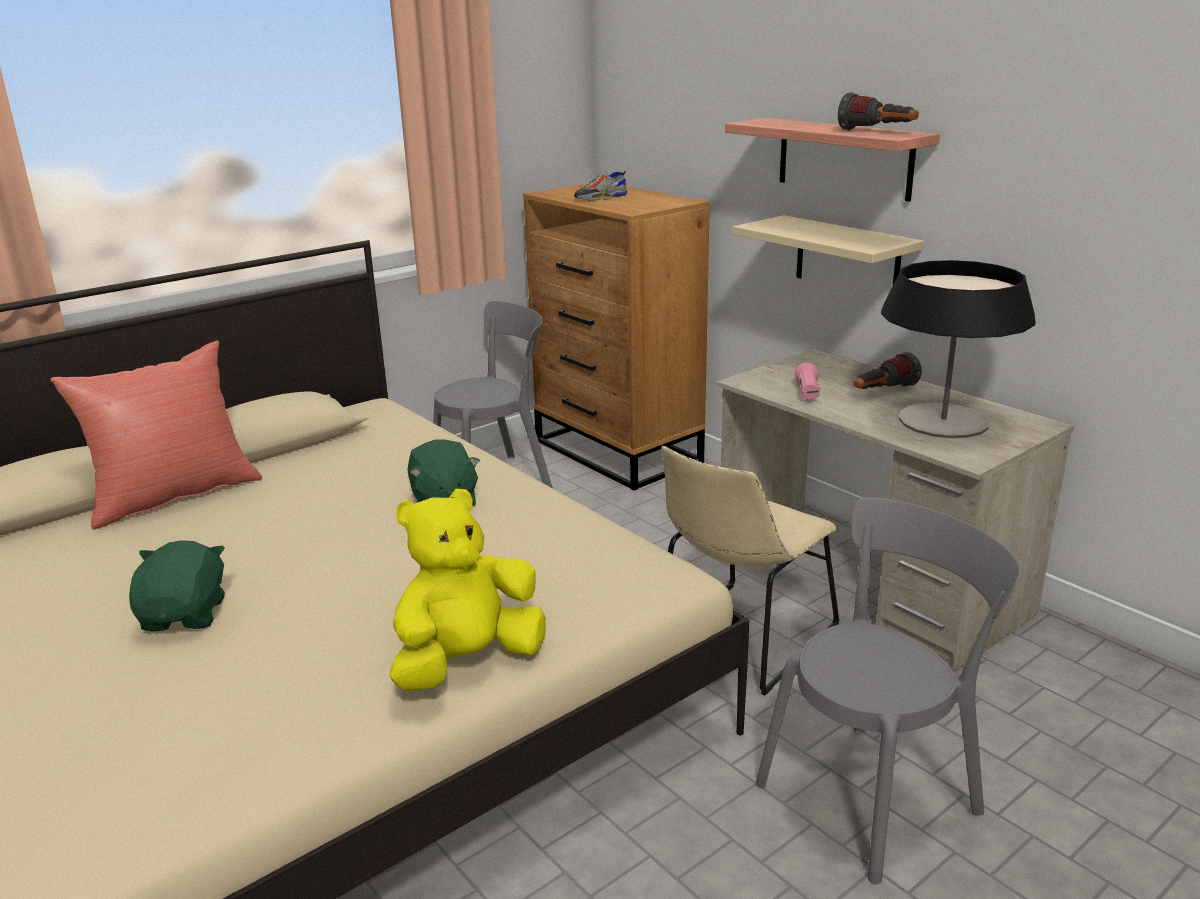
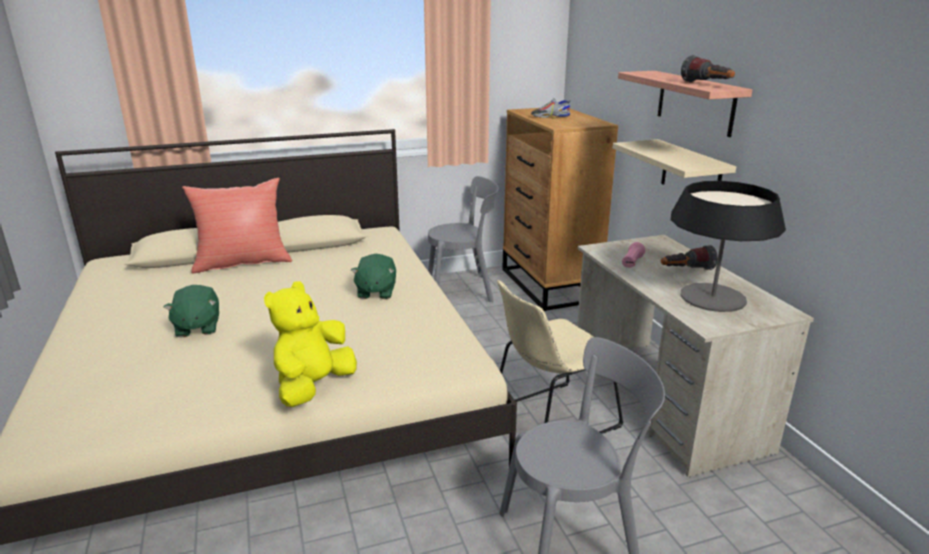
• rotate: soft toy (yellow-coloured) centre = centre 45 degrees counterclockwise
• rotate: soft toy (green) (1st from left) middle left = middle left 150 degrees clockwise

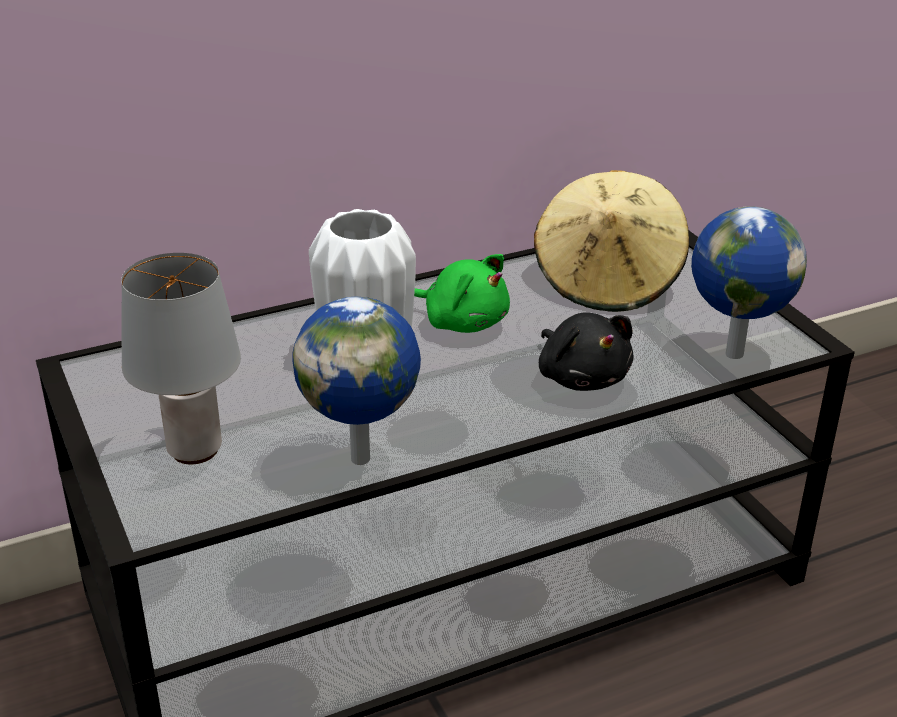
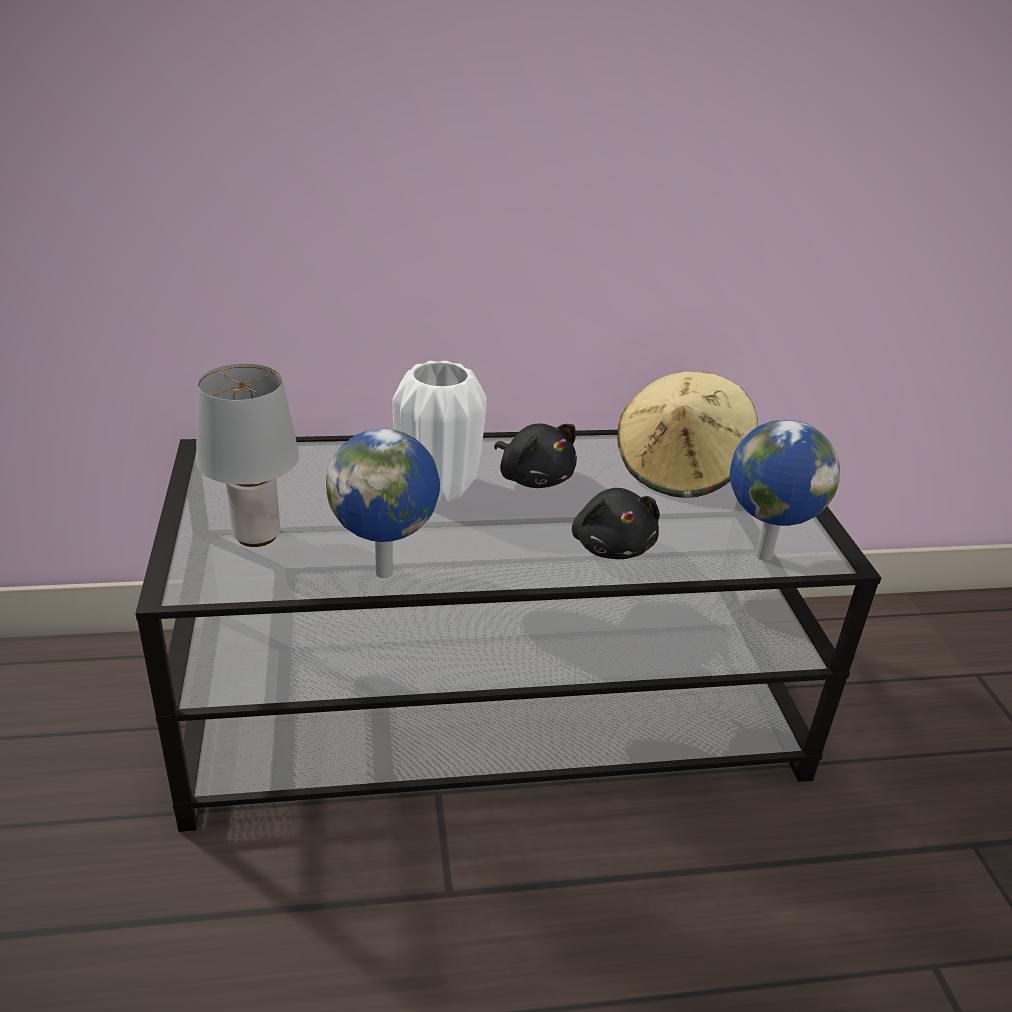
• recolor: soft toy (green) centre to soft toy (black) (1st from left) centre

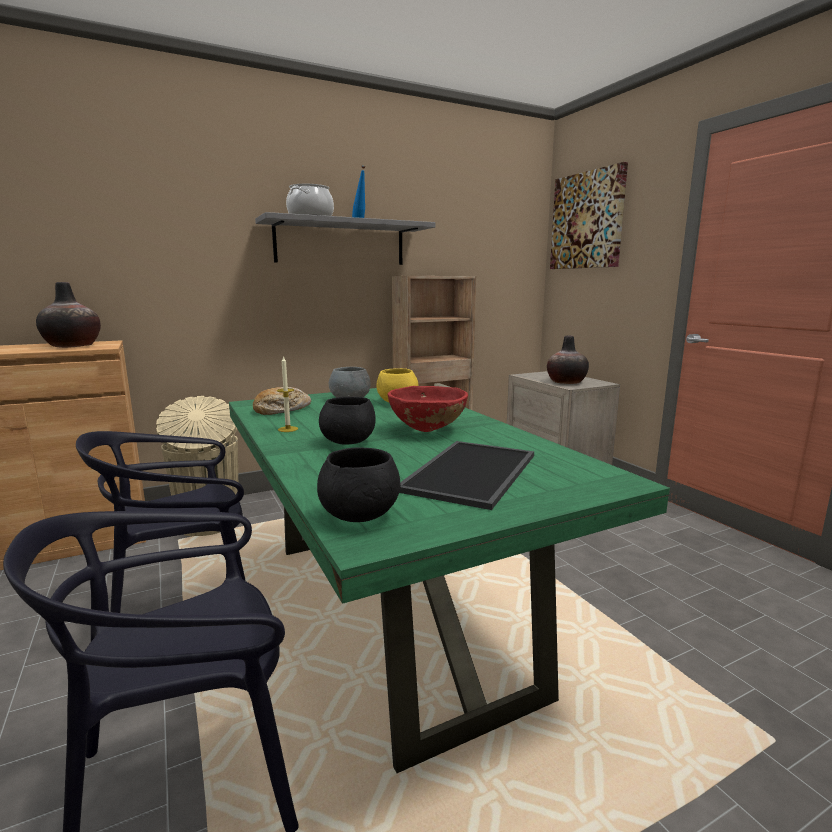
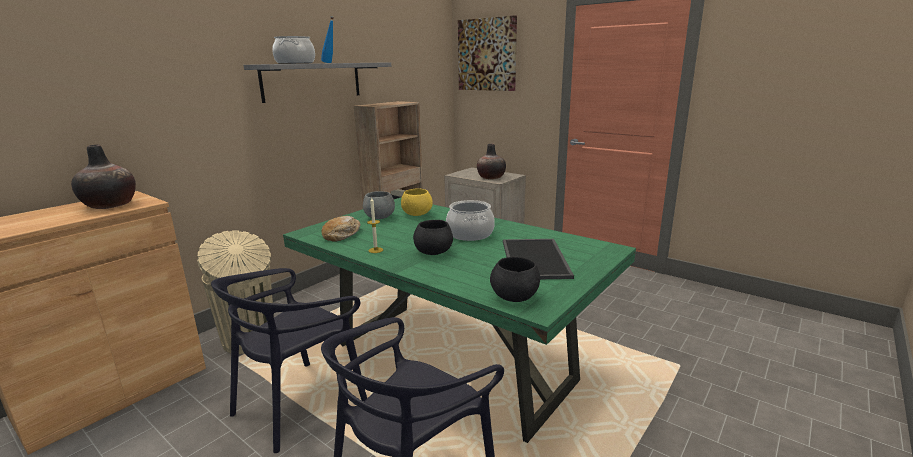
• replace: bowl (red) centre to saucepot (2nd from left) centre

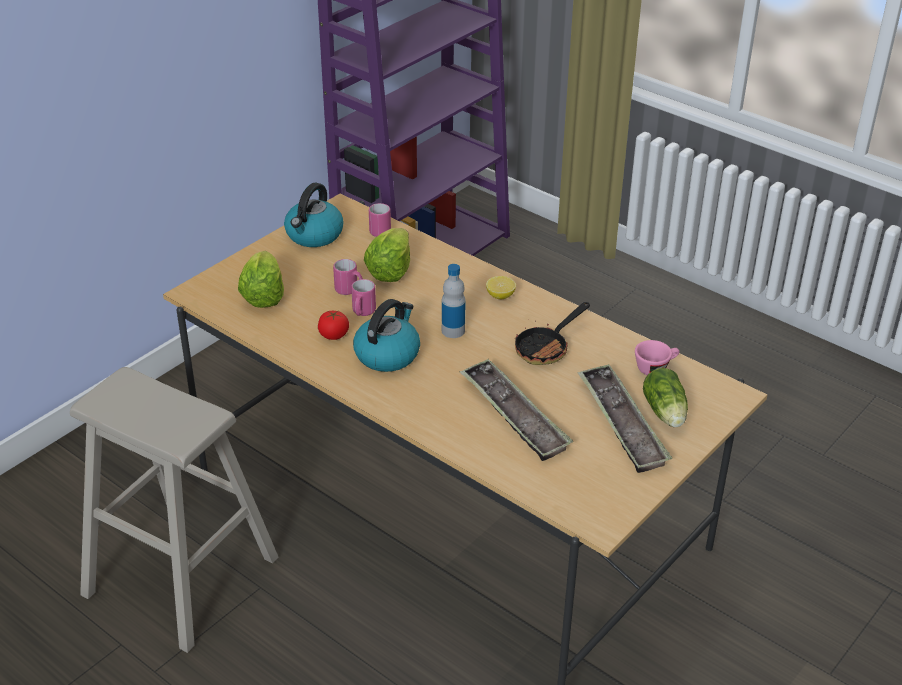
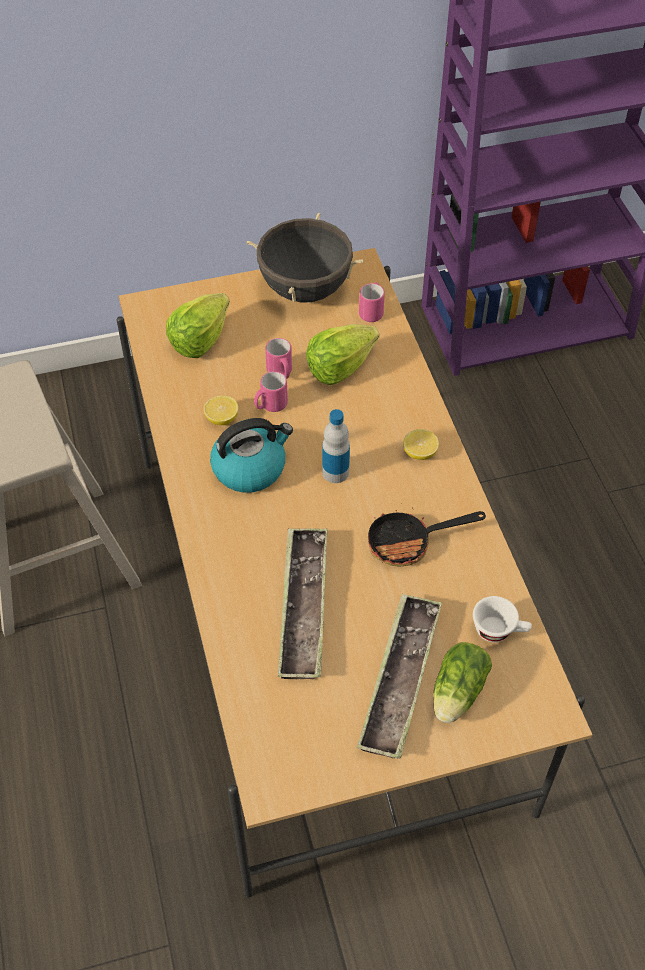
• replace: tea kettle (1st from left) top centre to saucepot (black) top centre
• replace: fresh tomato centre to citrus fruit (1st from left) centre
• recolor: small cup (pink) middle right to small cup (whitish) middle right

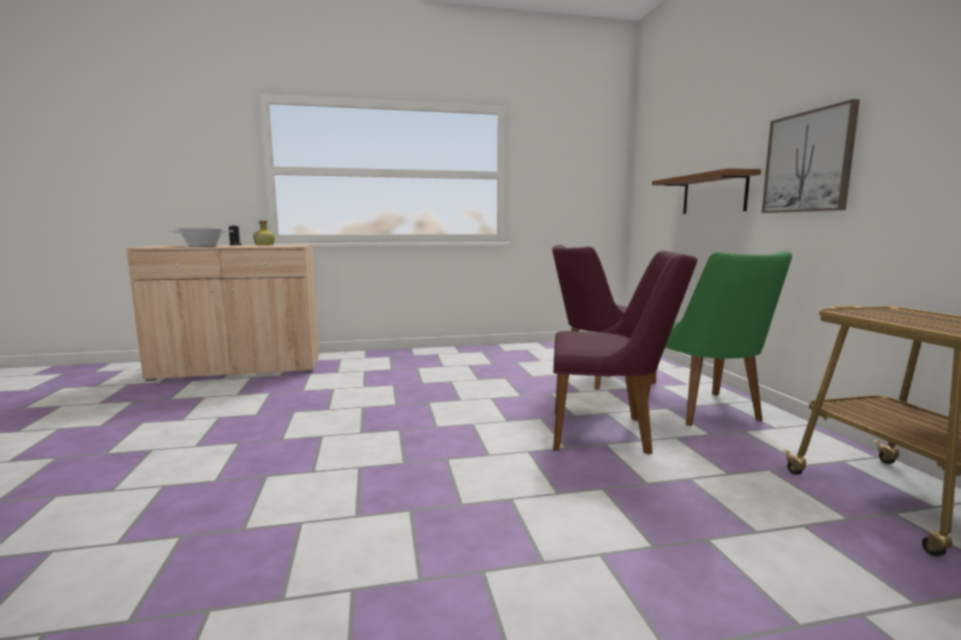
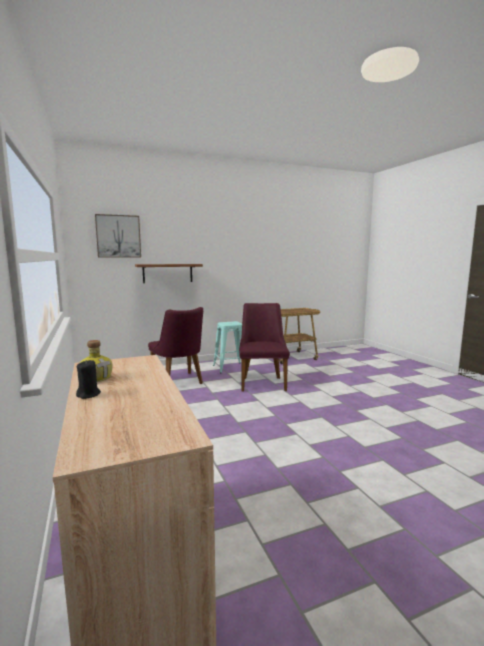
• move: picture top right to middle left
• delete: saucepot middle left
• replace: chair (green) middle right to stool seat (turquoise) centre

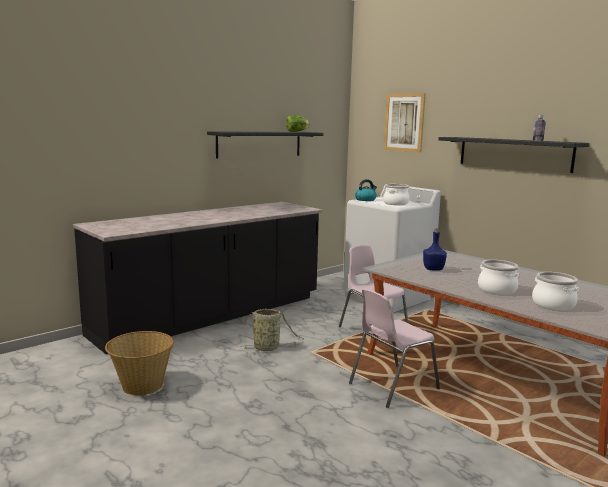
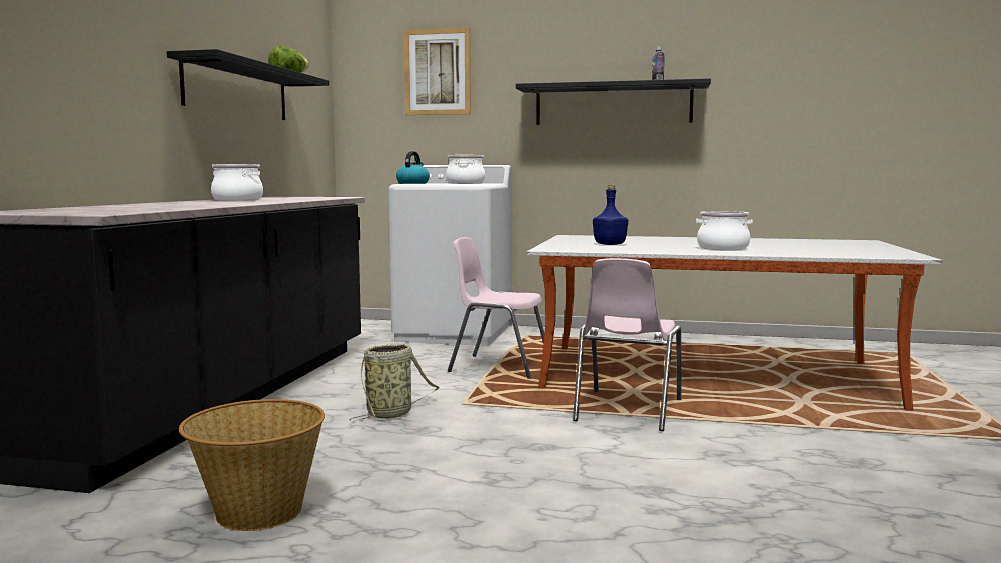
• move: saucepot (3rd from left in the first image) middle right to saucepot (1st from left) top left

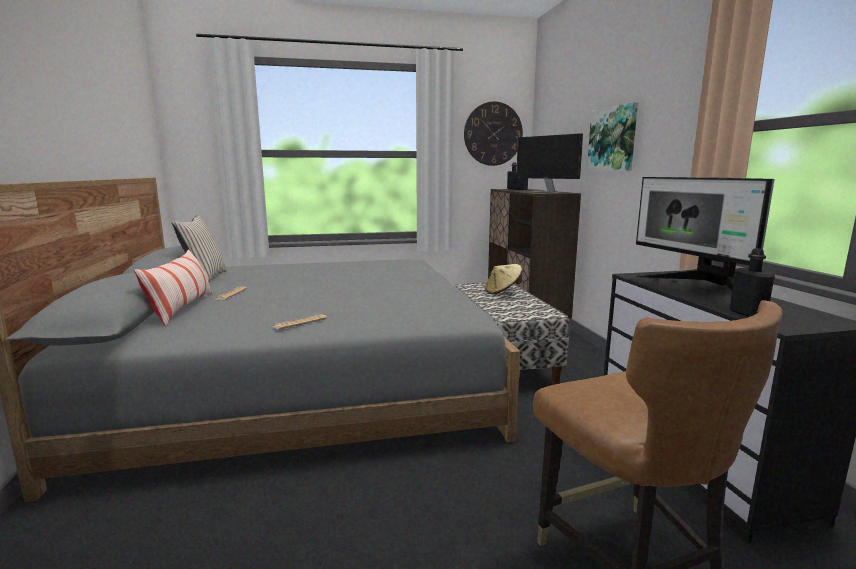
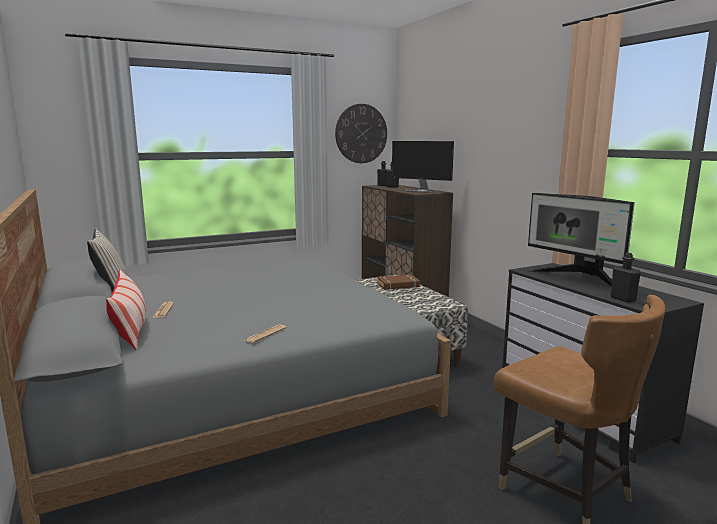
• delete: picture top right
• replace: wearable hat (beige-coloured) centre to book (brown) centre

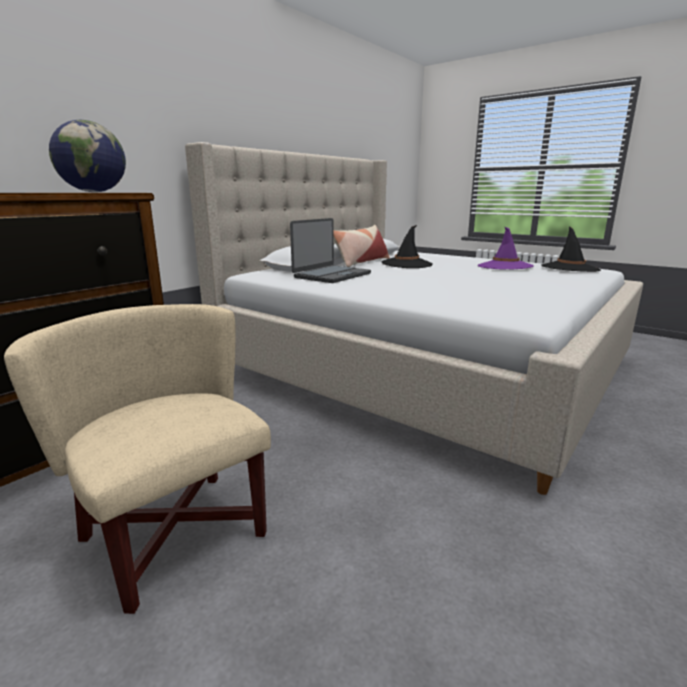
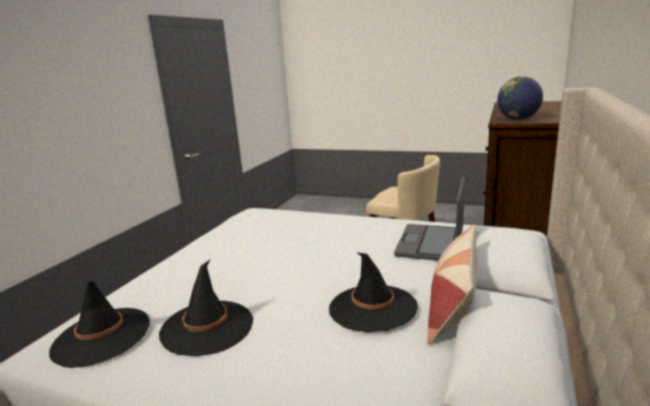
• recolor: wearable hat (purple) middle right to wearable hat (black) (2nd from left) bottom left

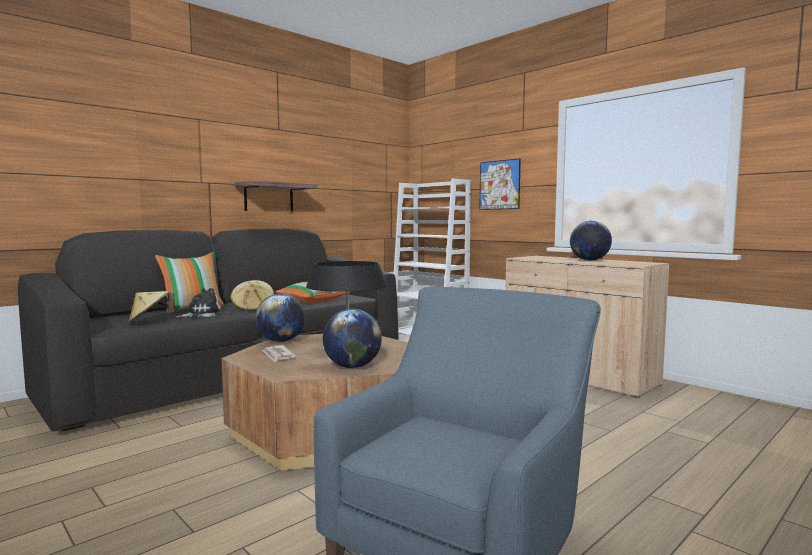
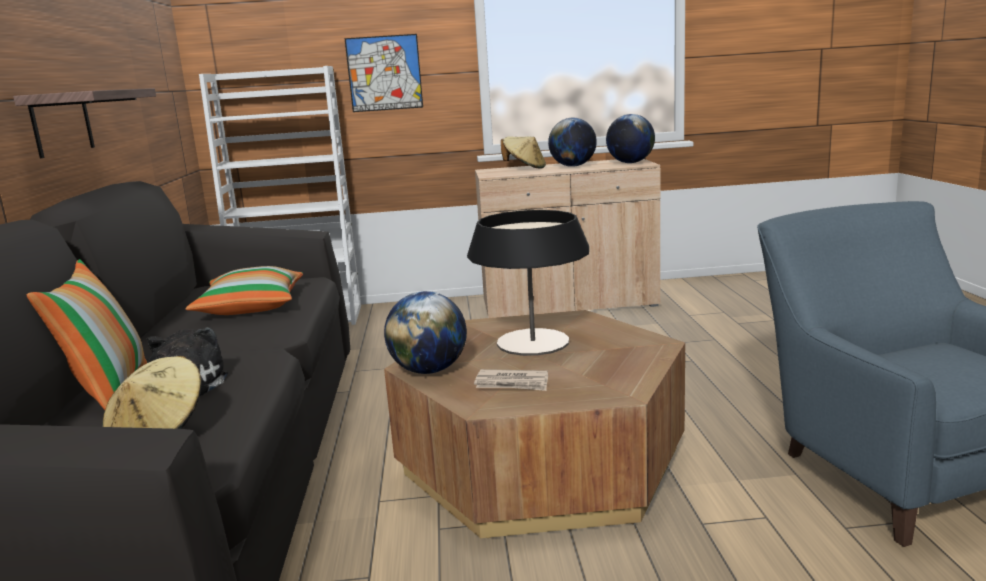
• move: wearable hat (beige-coloured) (2nd from left) middle left to top centre
• move: world globe (2nd from left in the first image) centre to world globe (3rd from left) top centre

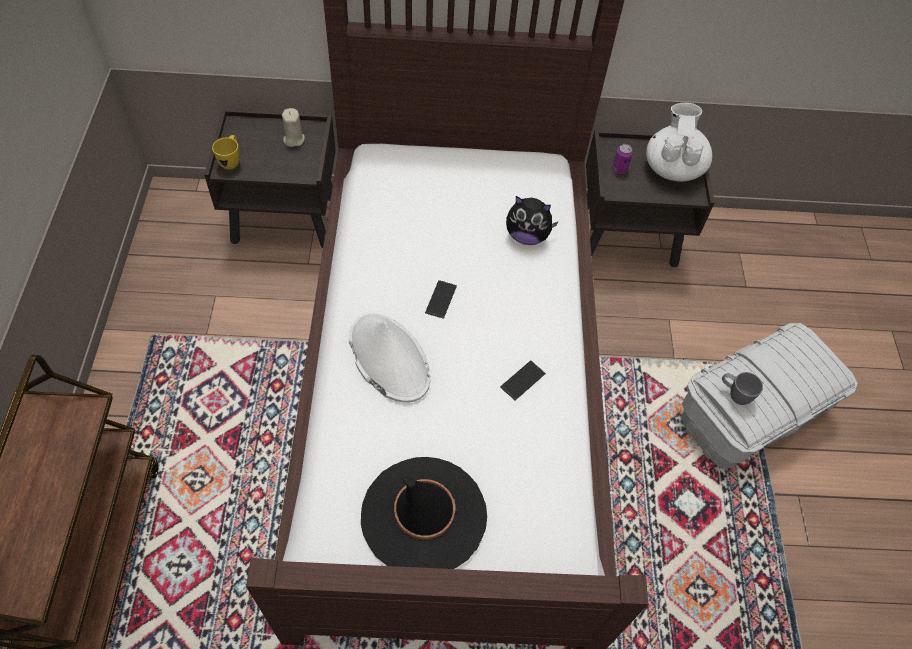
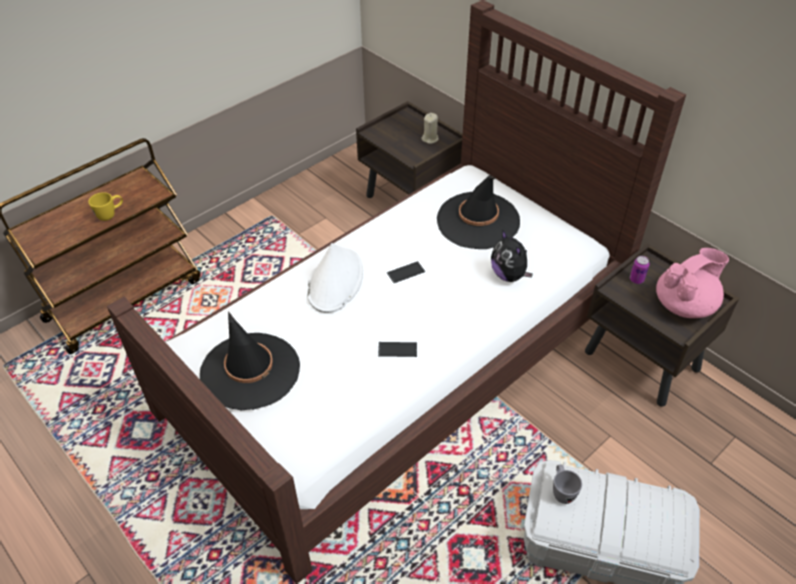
• recolor: pot for tea (whitish) top right to pot for tea (pink) middle right
• move: tea mug (yellow-coloured) top left to middle left
• insert: wearable hat (black) (2nd from left) centre

